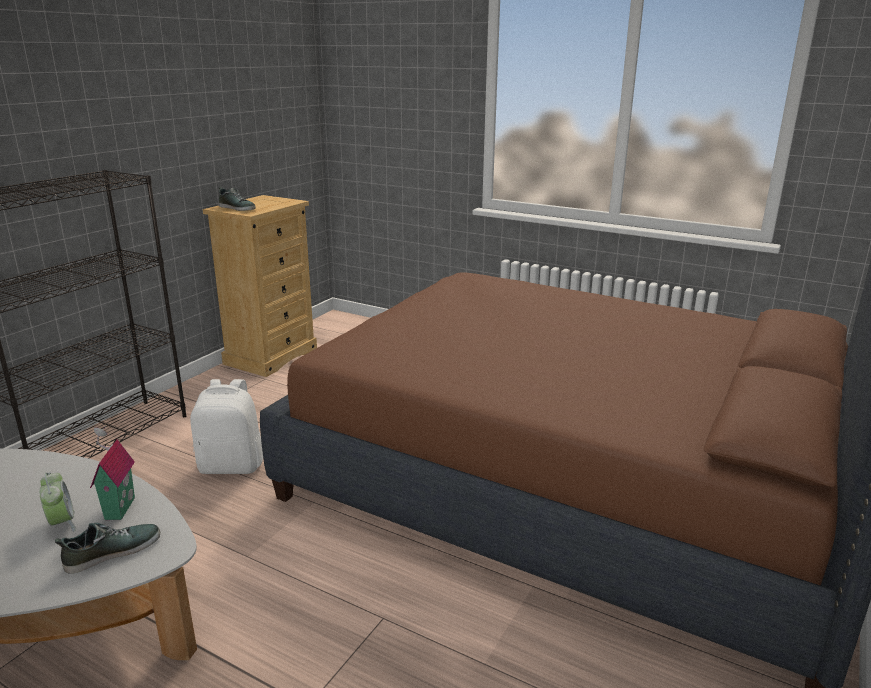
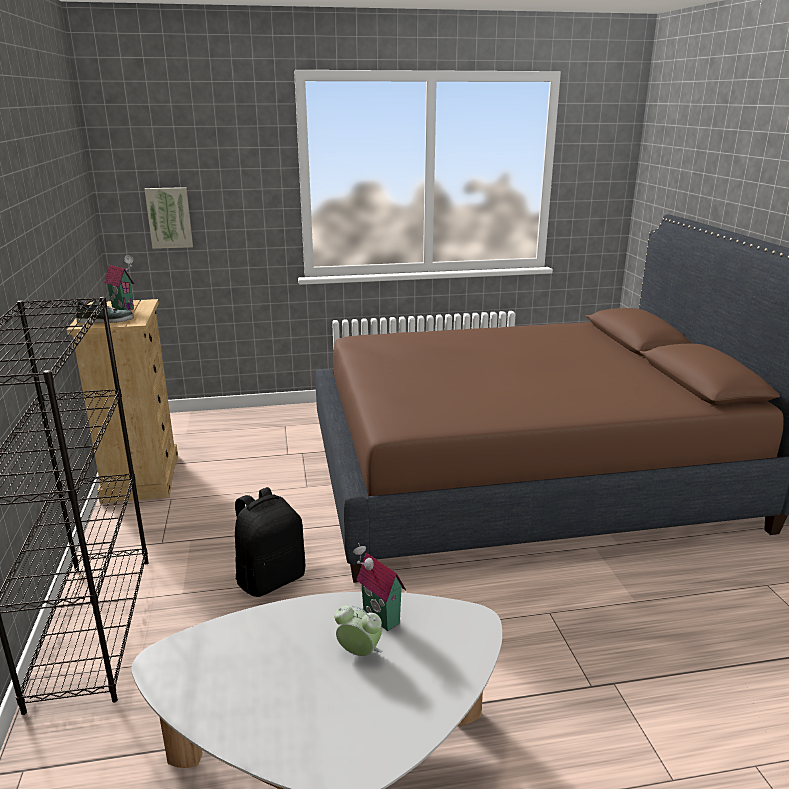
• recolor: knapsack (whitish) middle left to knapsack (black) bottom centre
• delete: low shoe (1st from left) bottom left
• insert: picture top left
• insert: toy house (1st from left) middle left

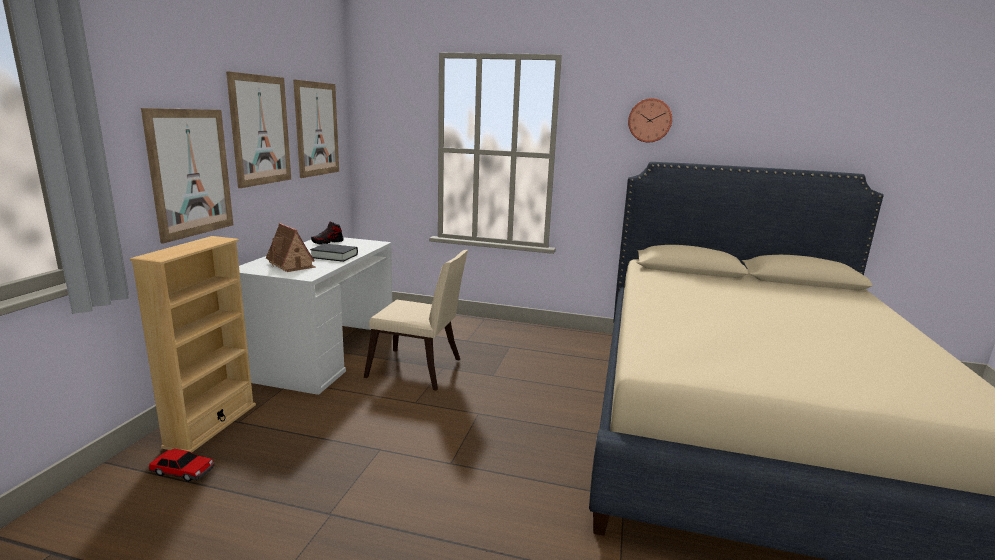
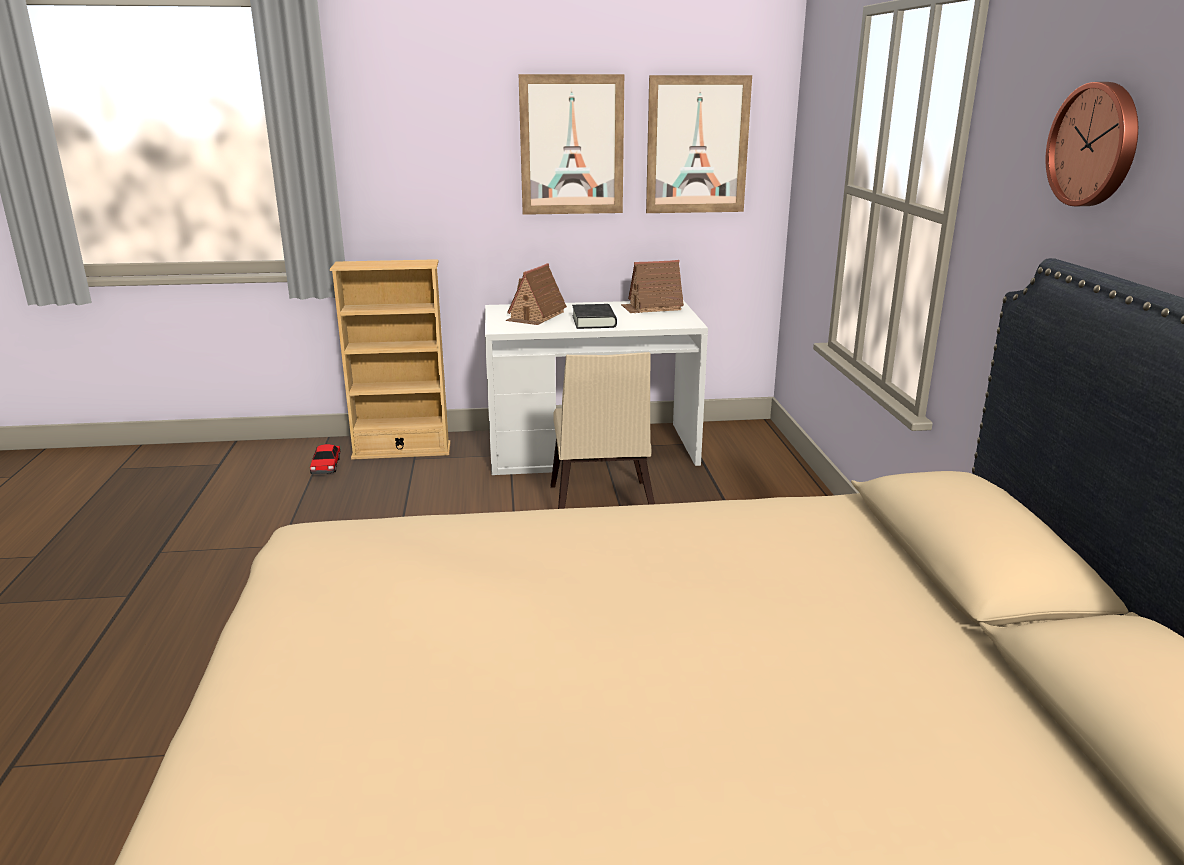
• delete: picture (1st from left) top left
• replace: low shoe middle left to toy house (2nd from left) top centre

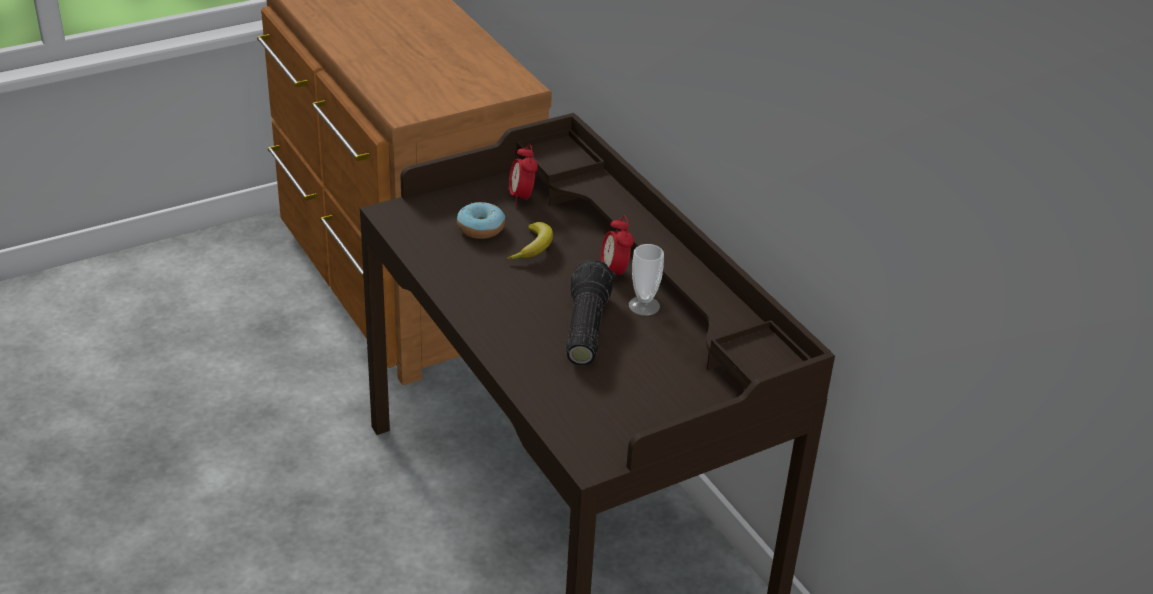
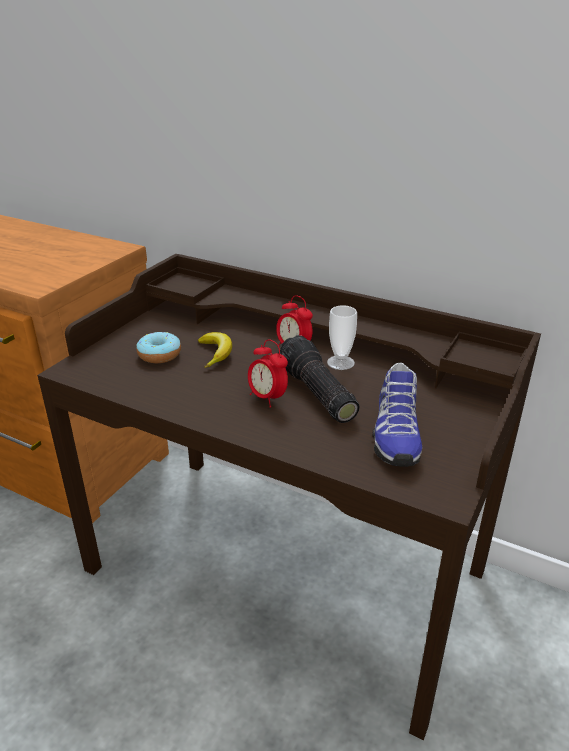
• move: alarm clock (1st from left) top centre to centre
• insert: low shoe middle right

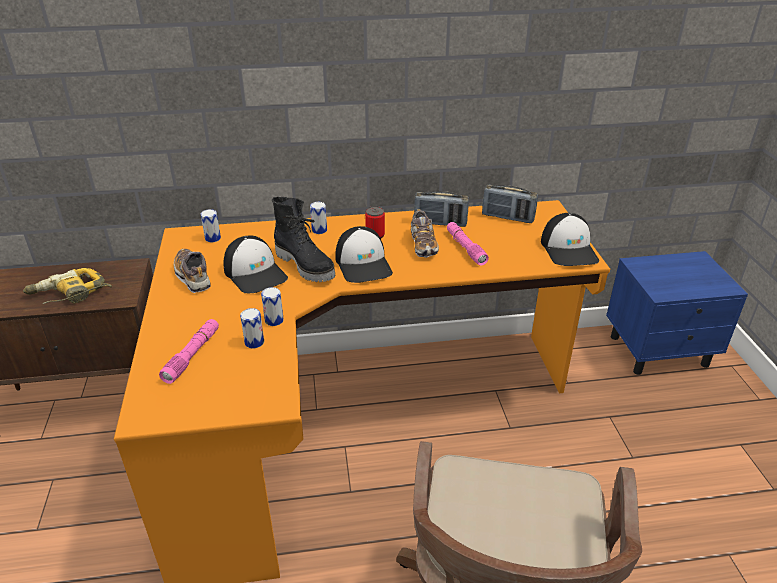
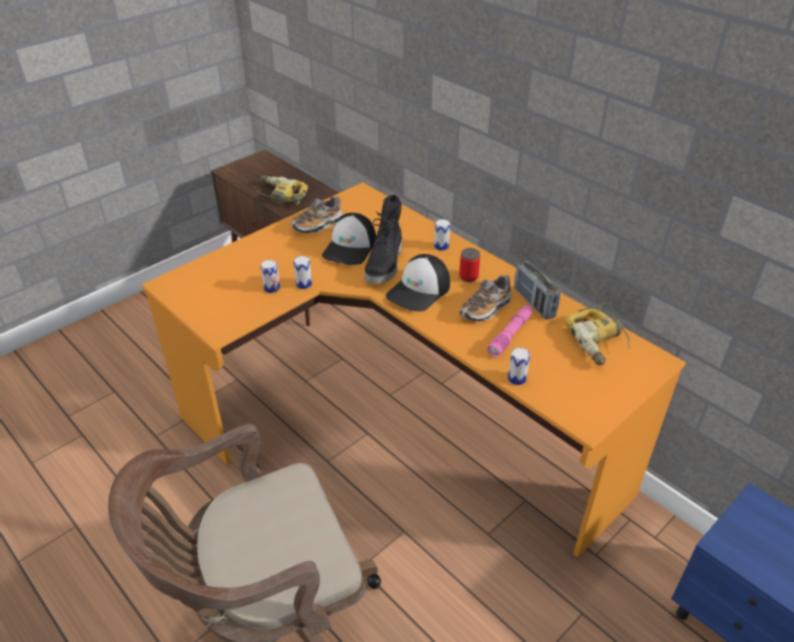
• replace: radio set (2nd from left) centre to electric drill (2nd from left) middle right
• move: sealed can (1st from left in the first image) middle left to sealed can (5th from left) centre
• delete: cap (3rd from left) middle right
• rotate: low shoe (1st from left) middle left = centre 150 degrees counterclockwise
• delete: hand torch (pink) (1st from left) middle left

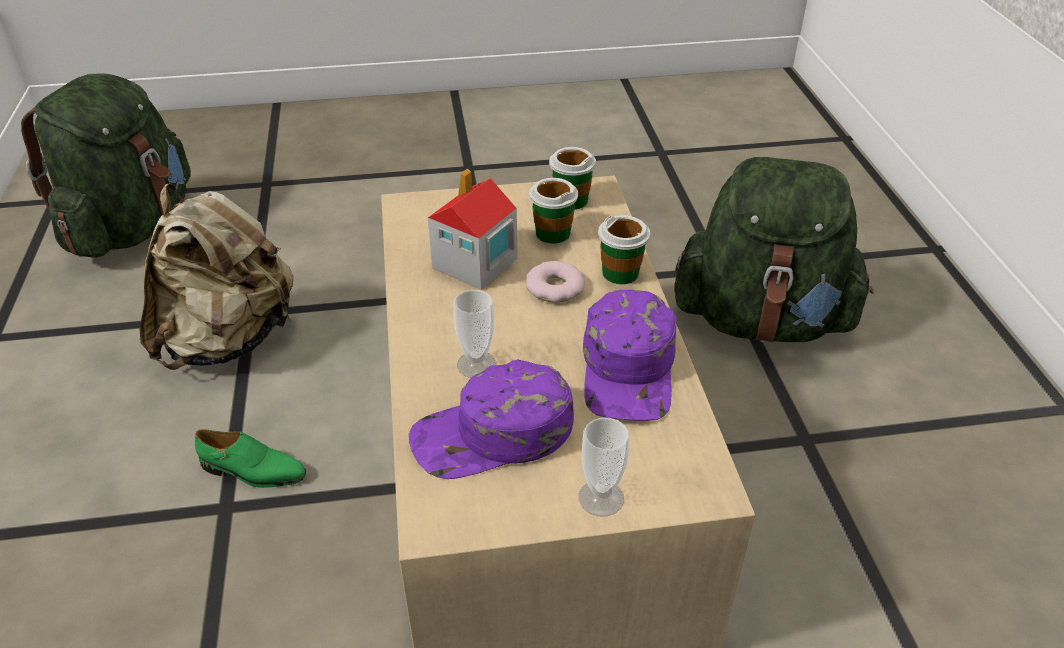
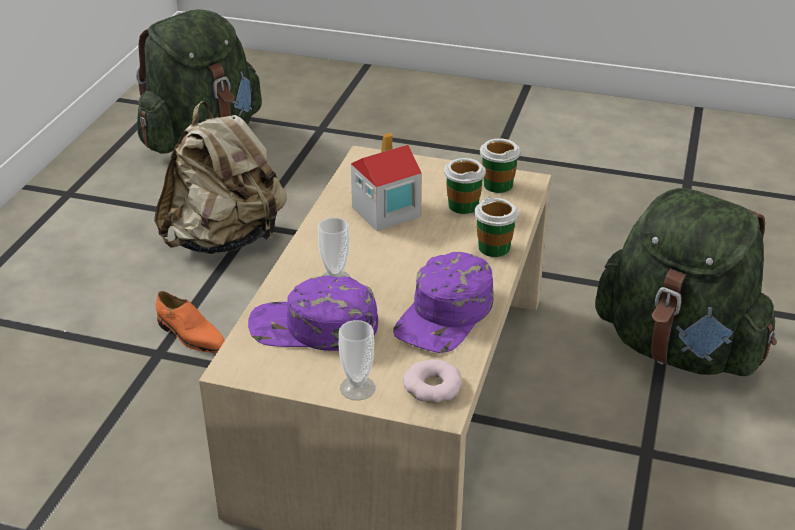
• move: donut centre to bottom centre
• recolor: low shoe (green) bottom left to low shoe (orange) middle left

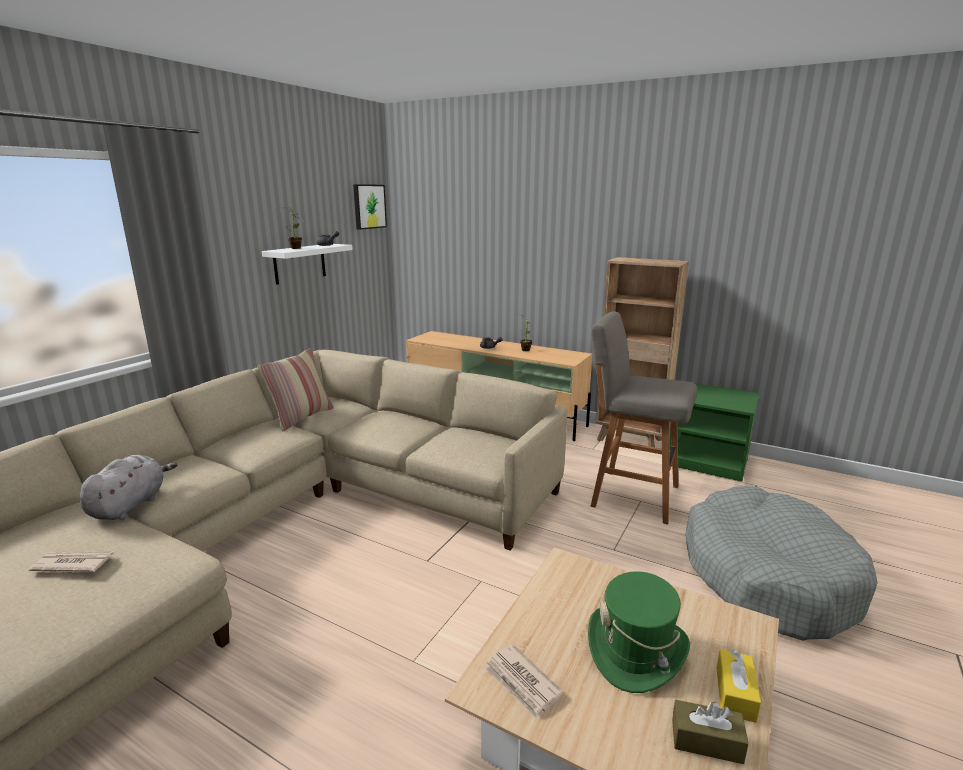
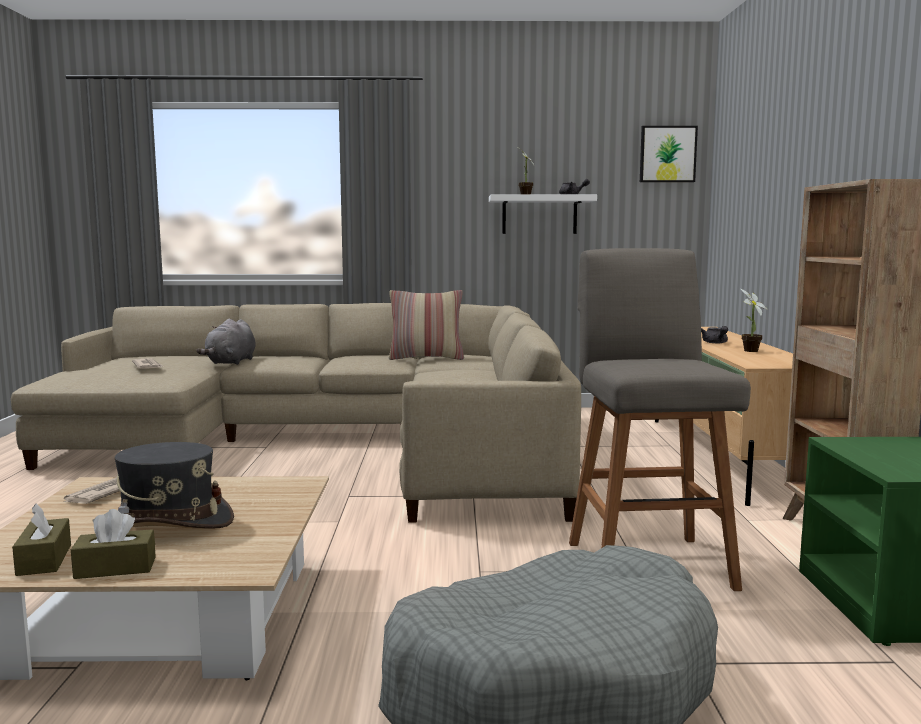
• rotate: soft toy (greyish) middle left = middle left 120 degrees clockwise
• recolor: wearable hat (green) bottom centre to wearable hat (greyish) bottom left
• recolor: tissue box (yellow-coloured) bottom right to tissue box (brown) (2nd from left) bottom left

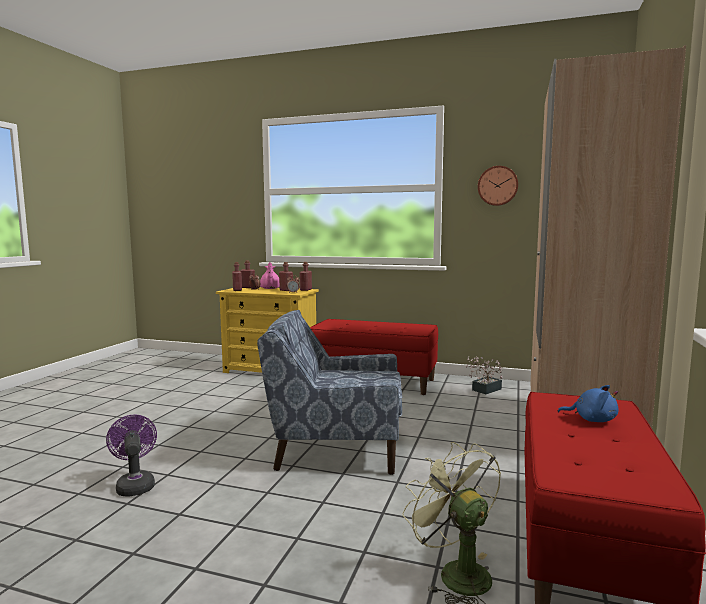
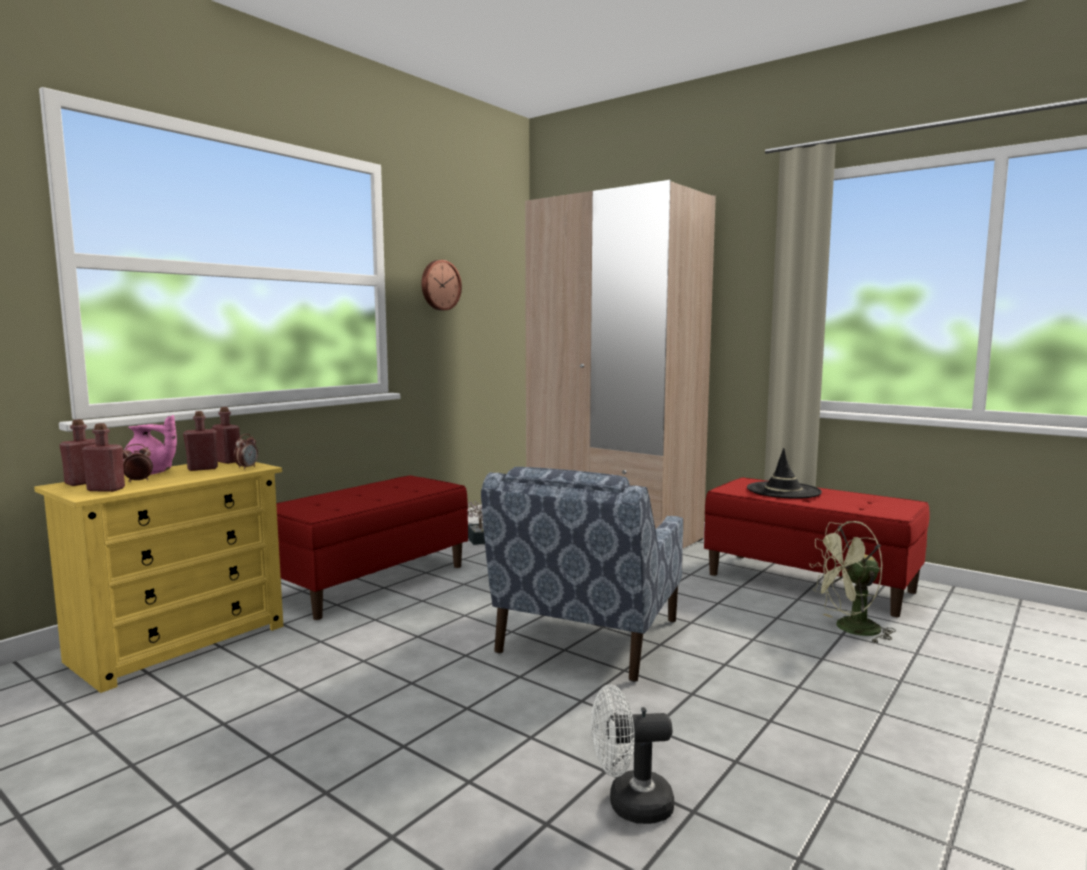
• replace: soft toy (bluish) bottom right to wearable hat (black) middle right
• recolor: cooling fan (purple) bottom left to cooling fan (whitish) bottom centre

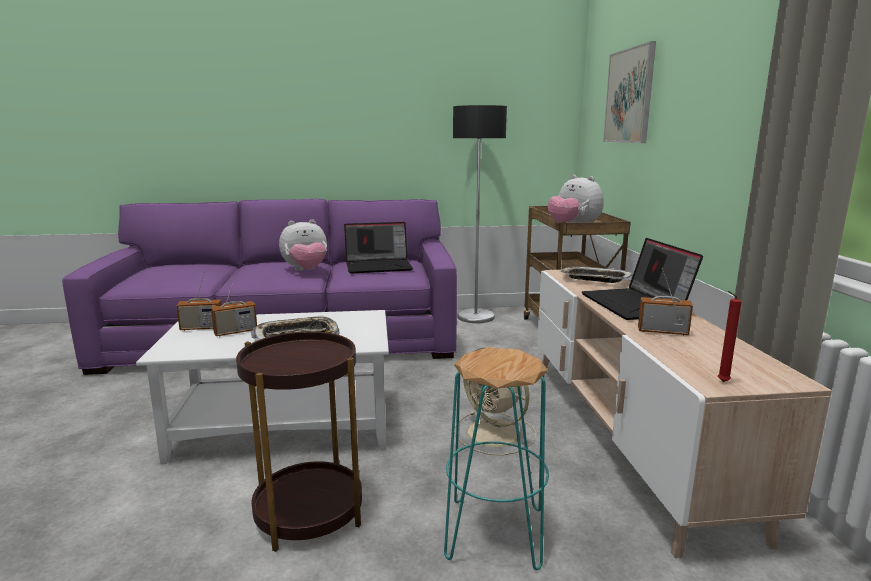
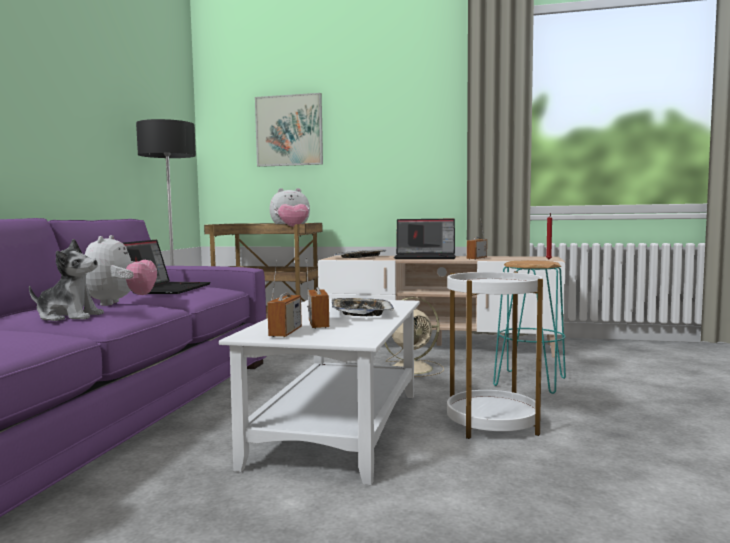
• recolor: side table (brown) bottom centre to side table (whitish) middle right
• insert: soft toy (1st from left) middle left

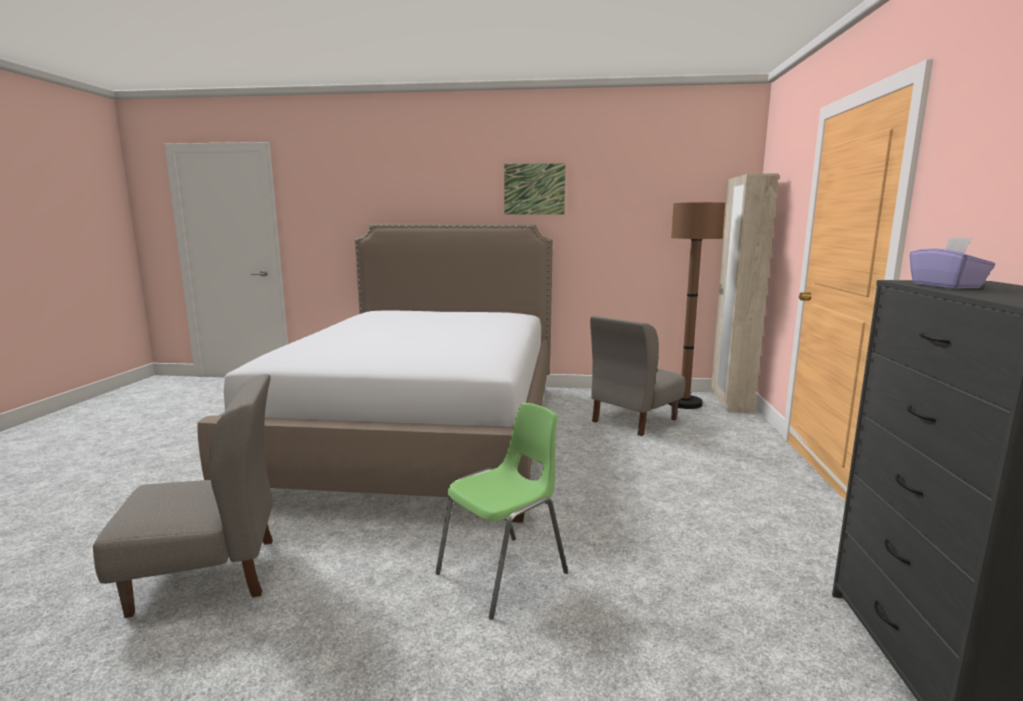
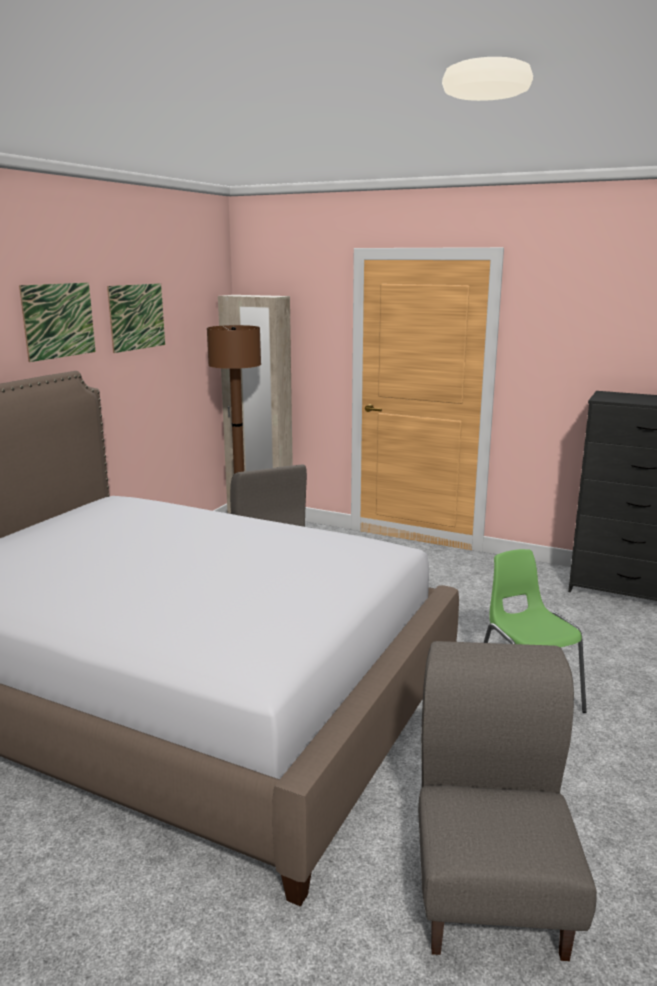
• delete: tissue box (purple) middle right
• insert: picture (2nd from left) top left

